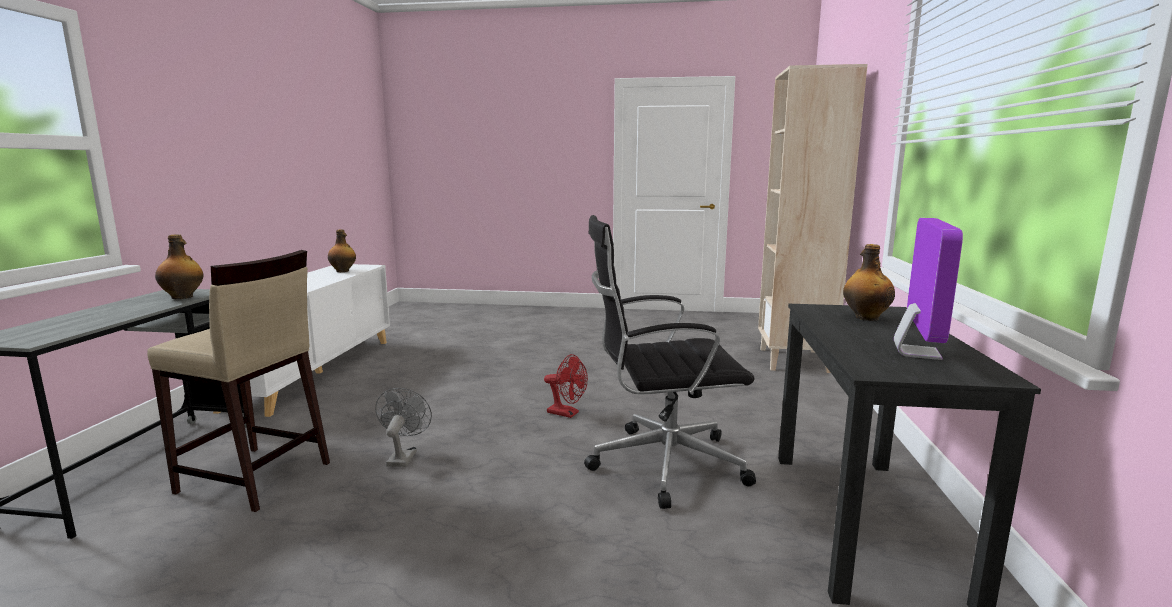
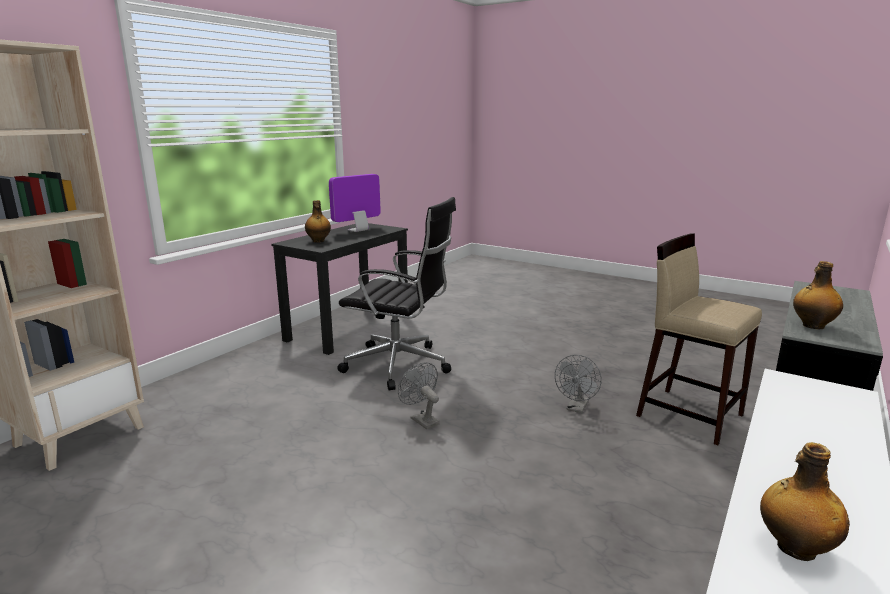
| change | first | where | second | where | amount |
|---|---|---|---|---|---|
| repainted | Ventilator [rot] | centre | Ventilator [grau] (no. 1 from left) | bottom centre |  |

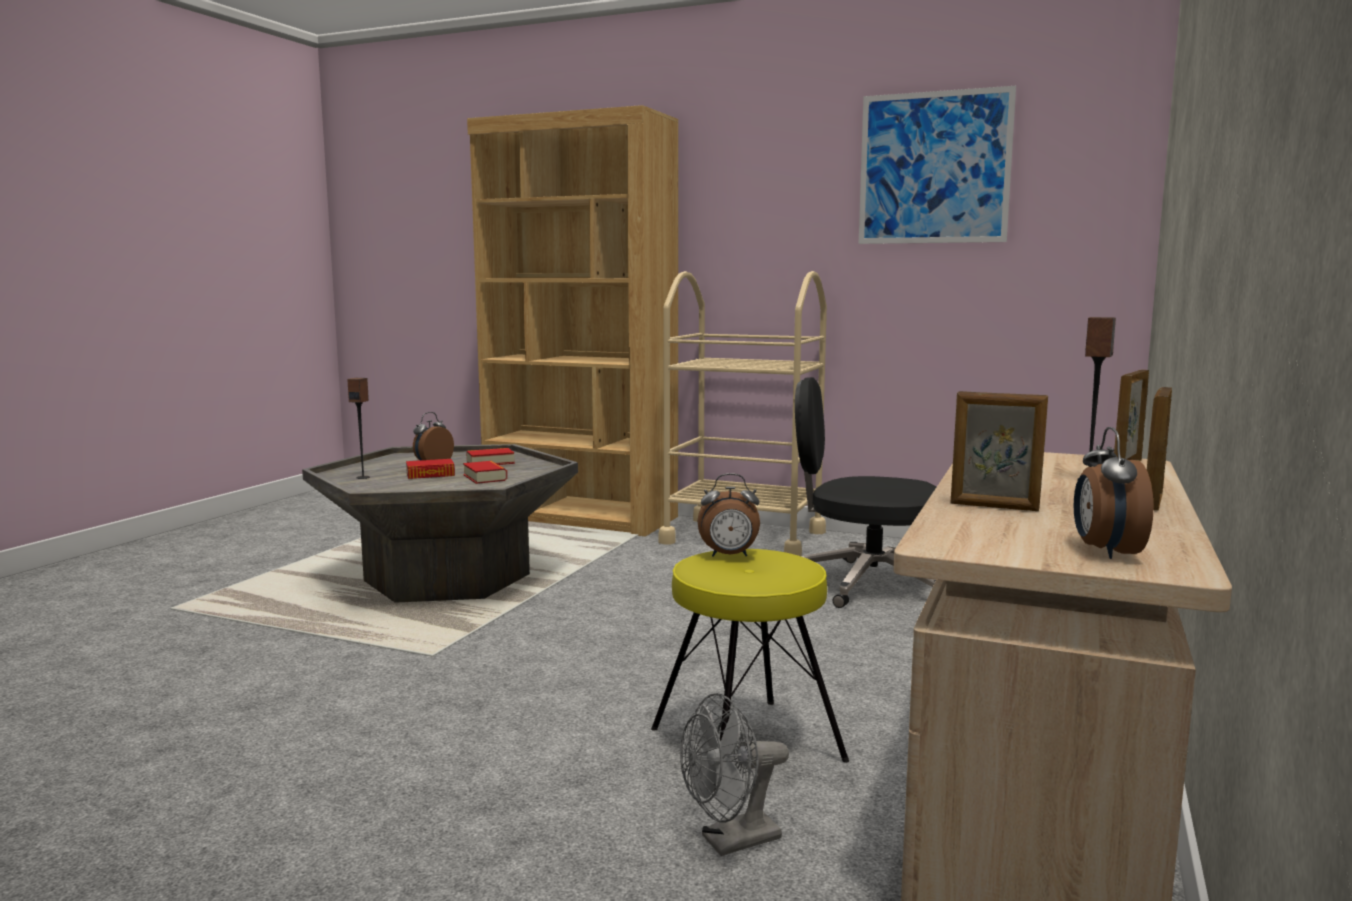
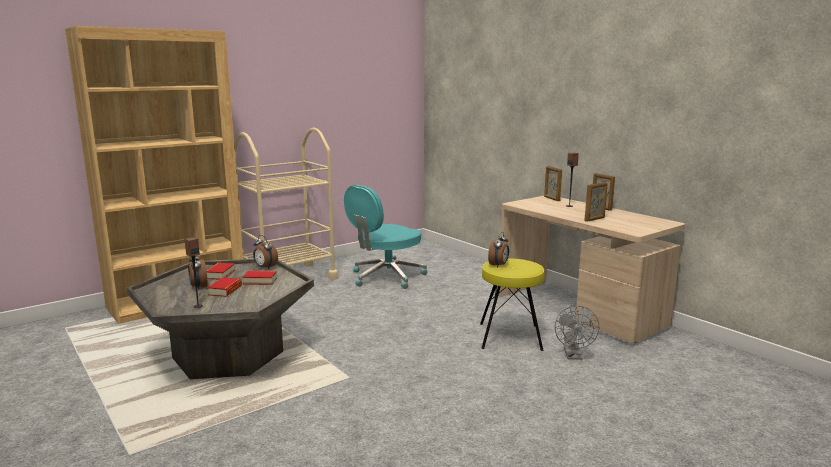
| change | first | where | second | where | amount |
|---|---|---|---|---|---|
| gone | Bild | top right |  |  |  |
| repainted | Bürostuhl [schwarz] | centre | Bürostuhl [türkis] | centre |  |
| shifted | Wecker (no. 3 from left in the first image) | middle right | Wecker (no. 2 from left) | middle left |  |

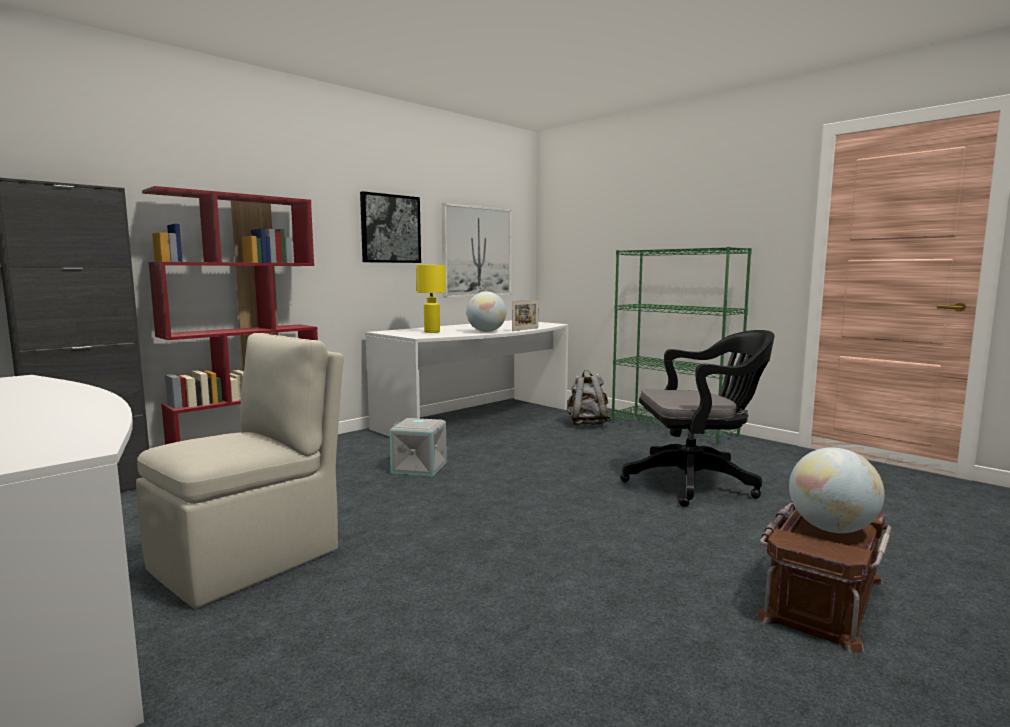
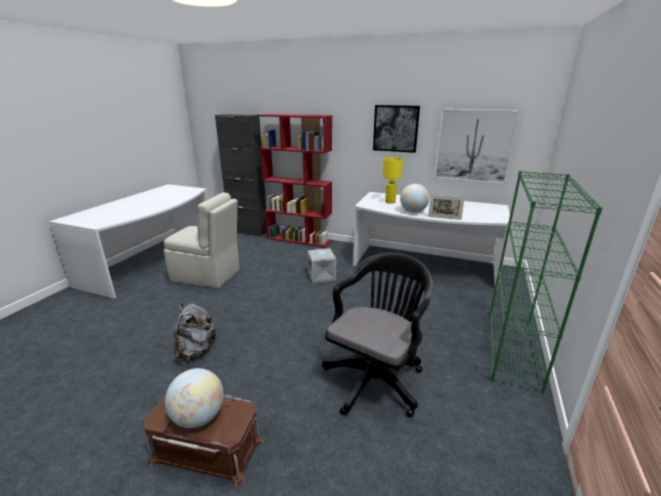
| change | first | where | second | where | amount |
|---|---|---|---|---|---|
| rotated | Bürostuhl [schwarz] | middle right |  | bottom centre | 120 degrees counterclockwise |
| shifted | Rucksack [grau] | centre |  | bottom left |  |

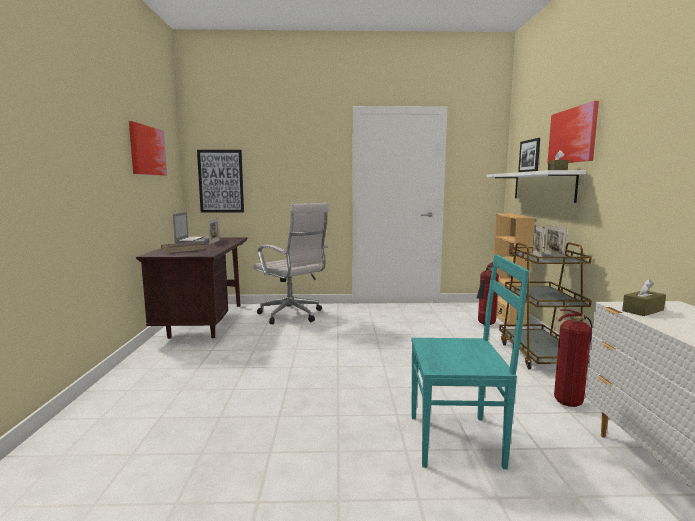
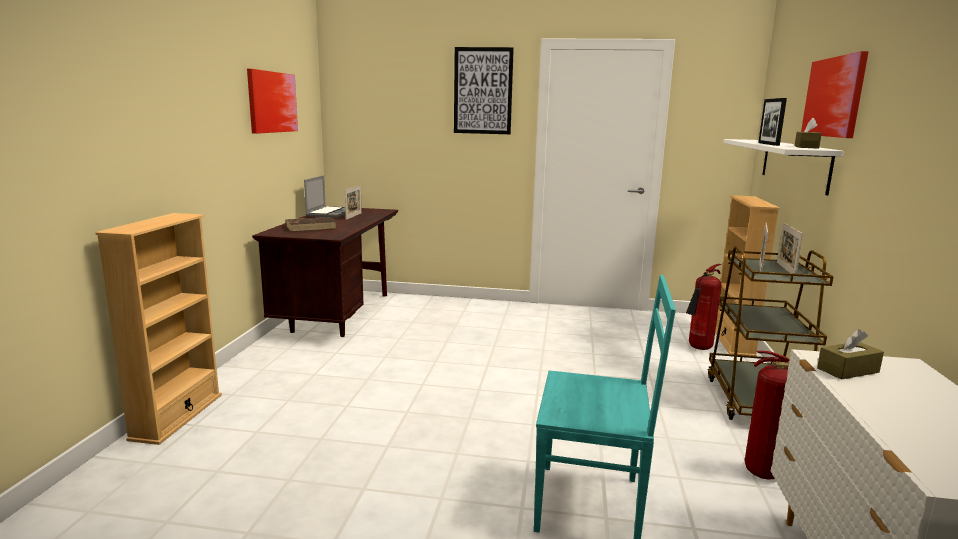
| change | first | where | second | where | amount |
|---|---|---|---|---|---|
| shifted | Bild (no. 2 from left) | middle left |  | top centre |  |
| gone | Bürostuhl [weiß] | centre |  |  |  |
| new |  |  | Bücherregal [beige] (no. 1 from left) | middle left |  |

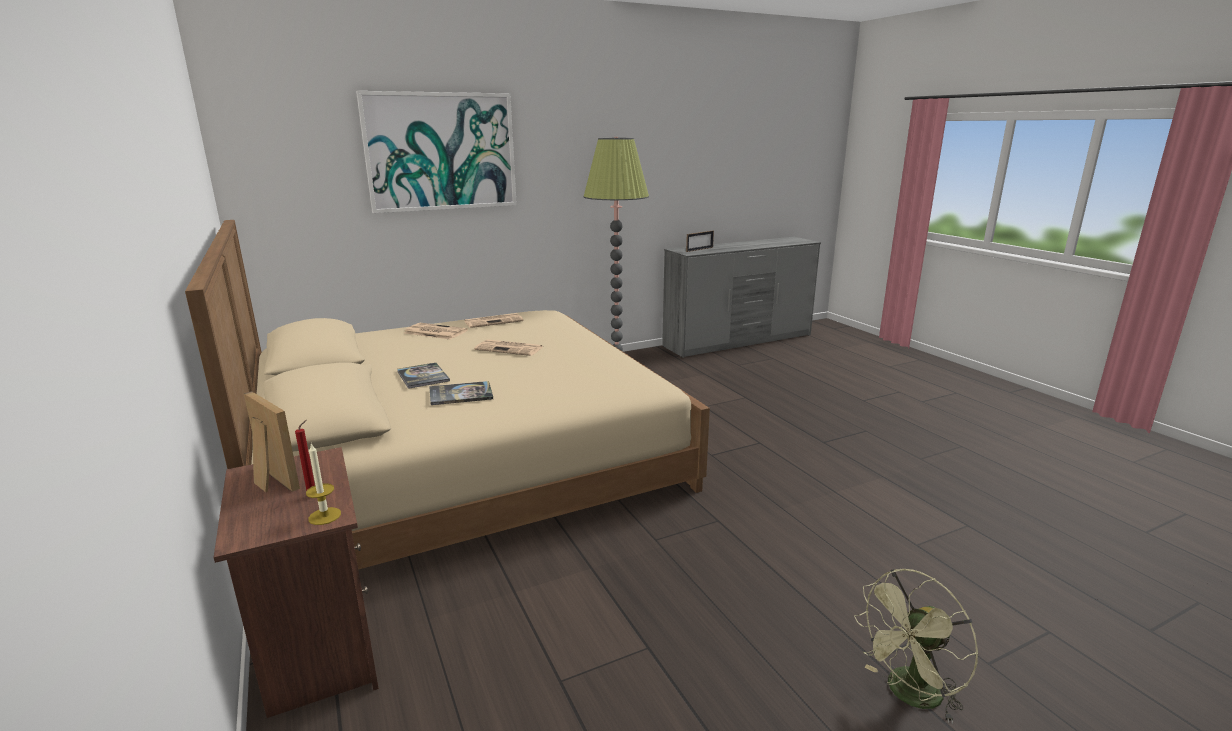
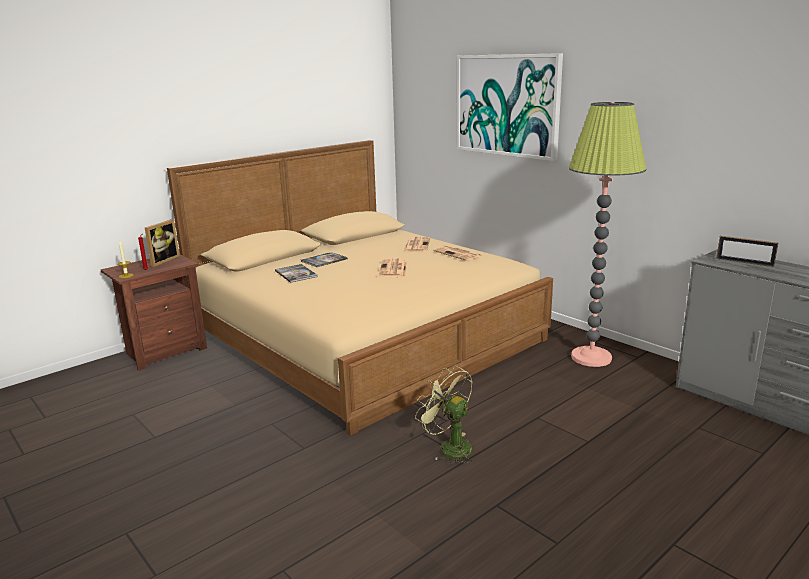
| change | first | where | second | where | amount |
|---|---|---|---|---|---|
| shifted | Ventilator [grün] | bottom right |  | bottom centre |  |

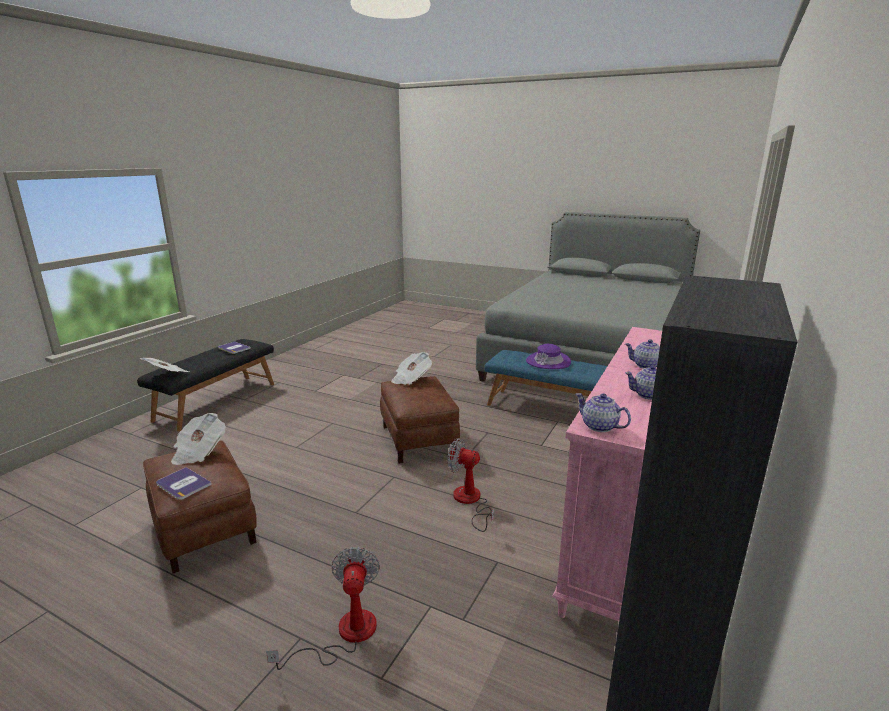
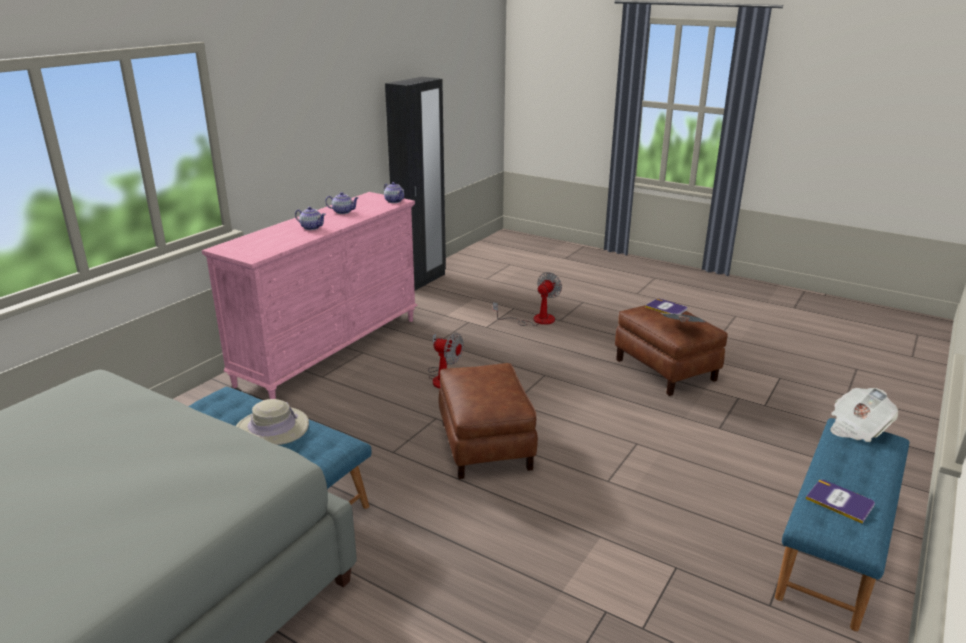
| change | first | where | second | where | amount |
|---|---|---|---|---|---|
| repainted | Bank [schwarz] | middle left | Bank [blau] (no. 2 from left) | bottom right |  |
| repainted | Hut [lila] | centre | Hut [beige] | middle left |  |
| gone | Zeitung (no. 3 from left) | centre |  |  |  |
| rotated | Ventilator (no. 1 from left in the first image) | bottom centre | Ventilator (no. 2 from left) | centre | 150 degrees counterclockwise |

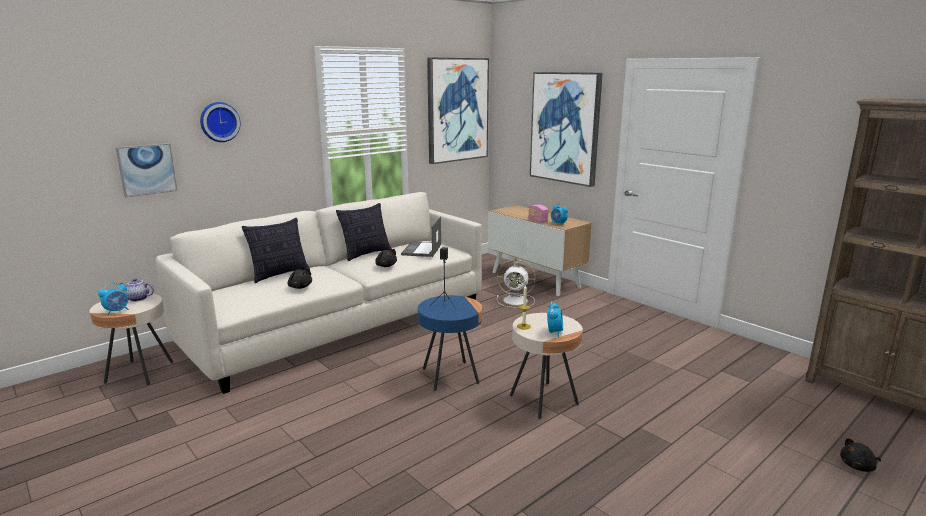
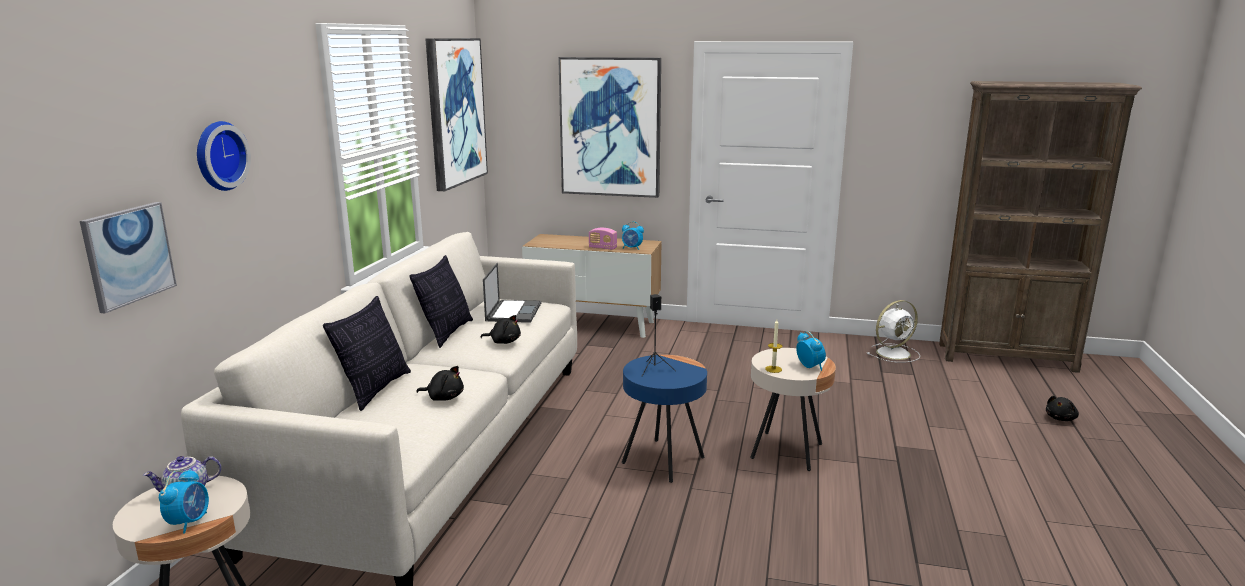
| change | first | where | second | where | amount |
|---|---|---|---|---|---|
| rotated | Laptop | centre |  | centre | 150 degrees counterclockwise |
| shifted | Ventilator [weiß] | centre |  | middle right |  |

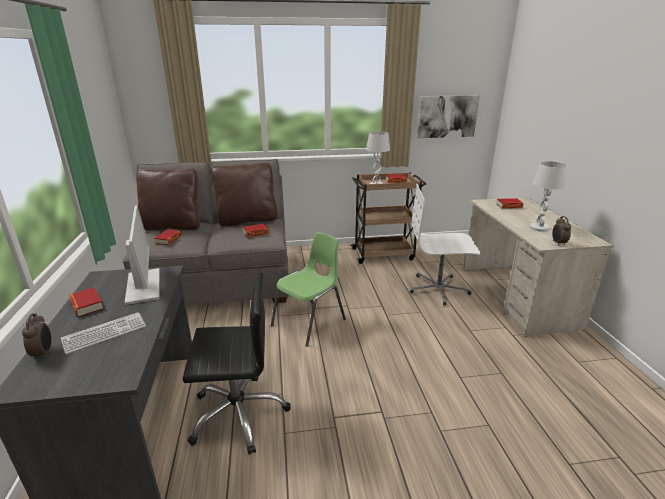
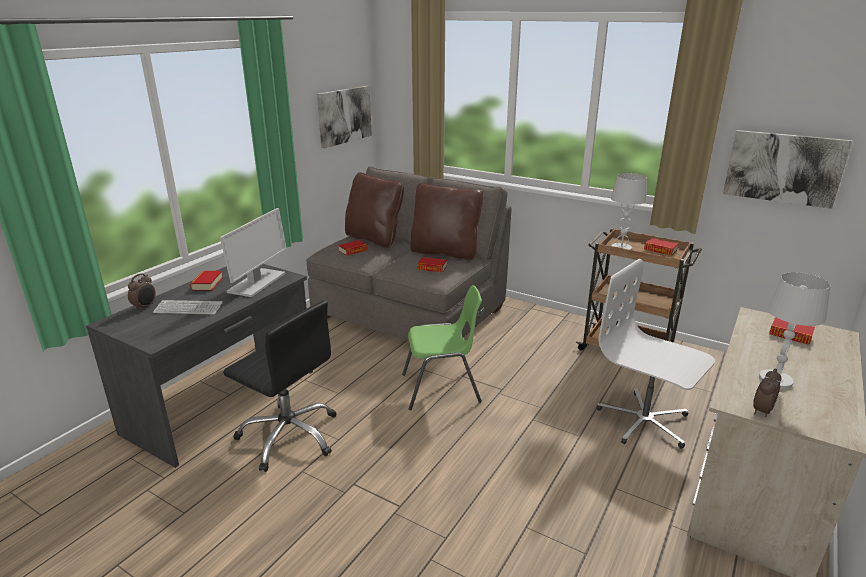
| change | first | where | second | where | amount |
|---|---|---|---|---|---|
| new |  |  | Bild (no. 1 from left) | top centre |  |

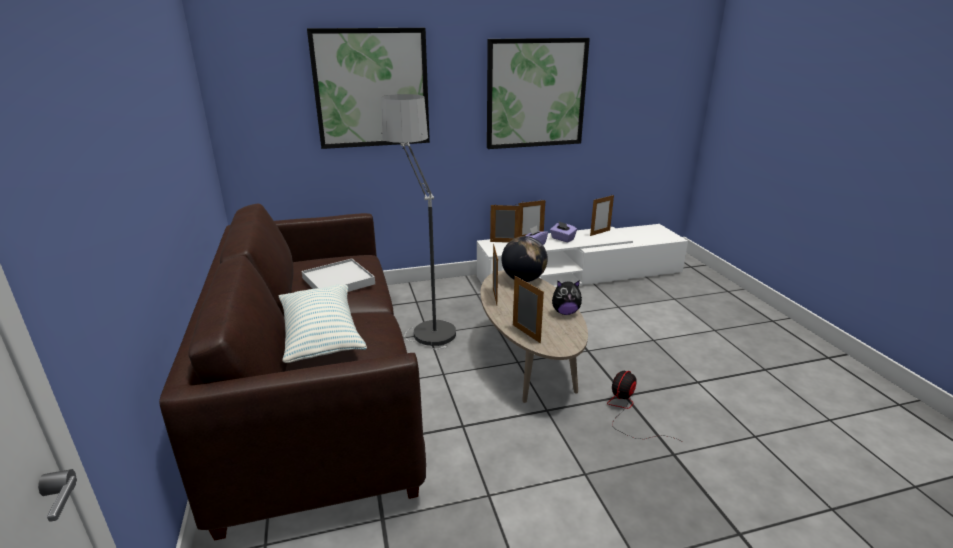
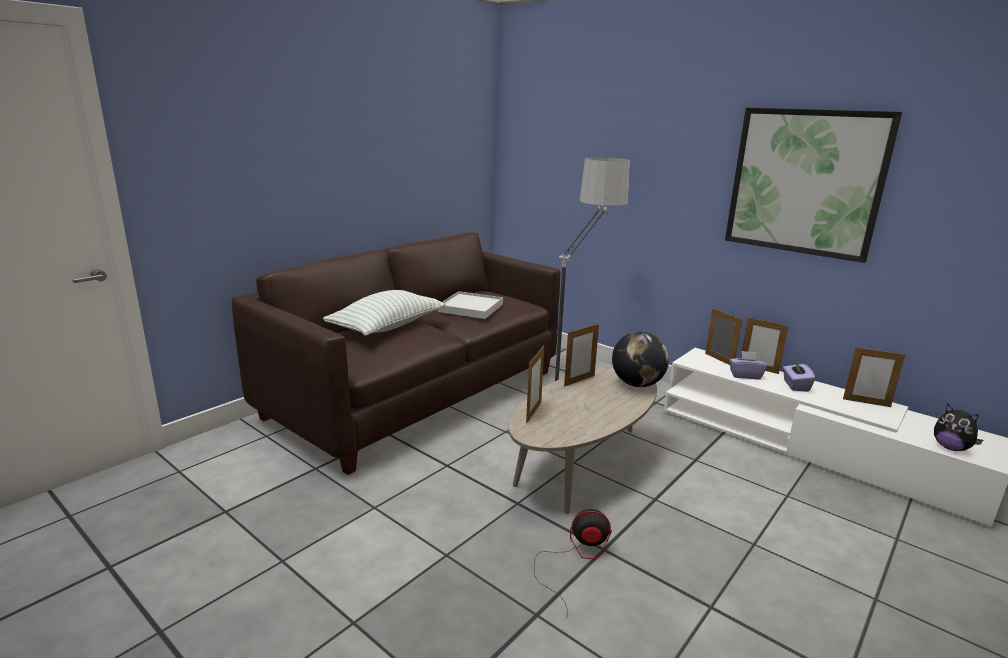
| change | first | where | second | where | amount |
|---|---|---|---|---|---|
| gone | Bild (no. 1 from left) | top centre |  |  |  |
| shifted | Plüschtier | centre |  | middle right |  |

